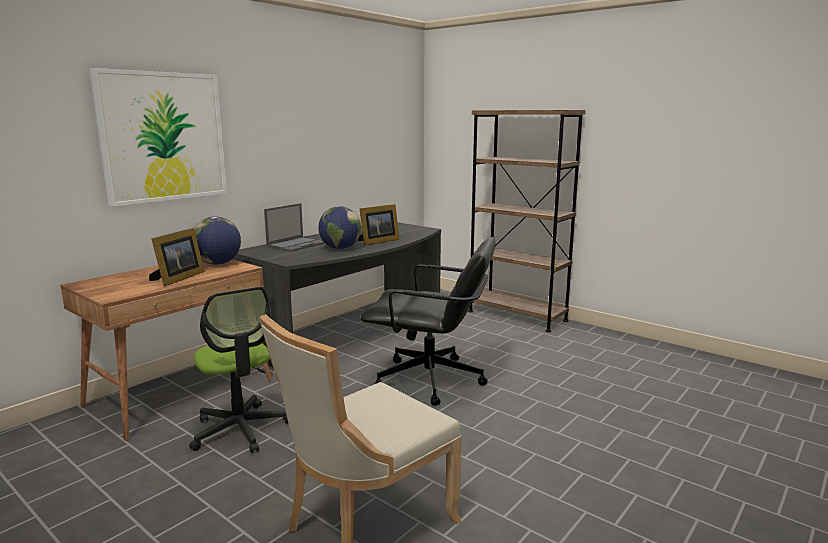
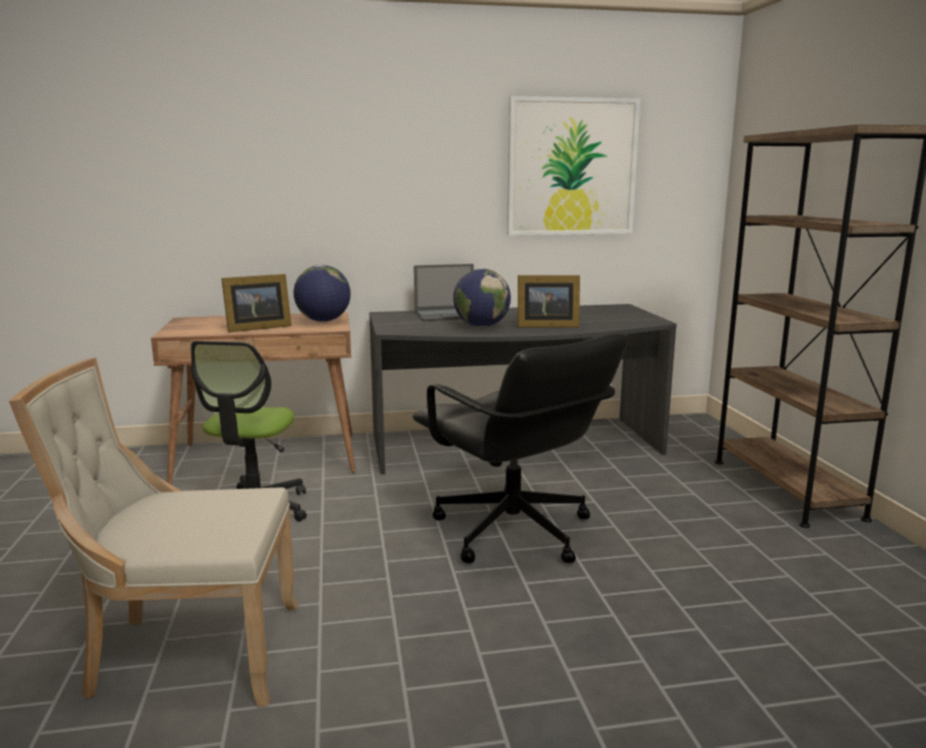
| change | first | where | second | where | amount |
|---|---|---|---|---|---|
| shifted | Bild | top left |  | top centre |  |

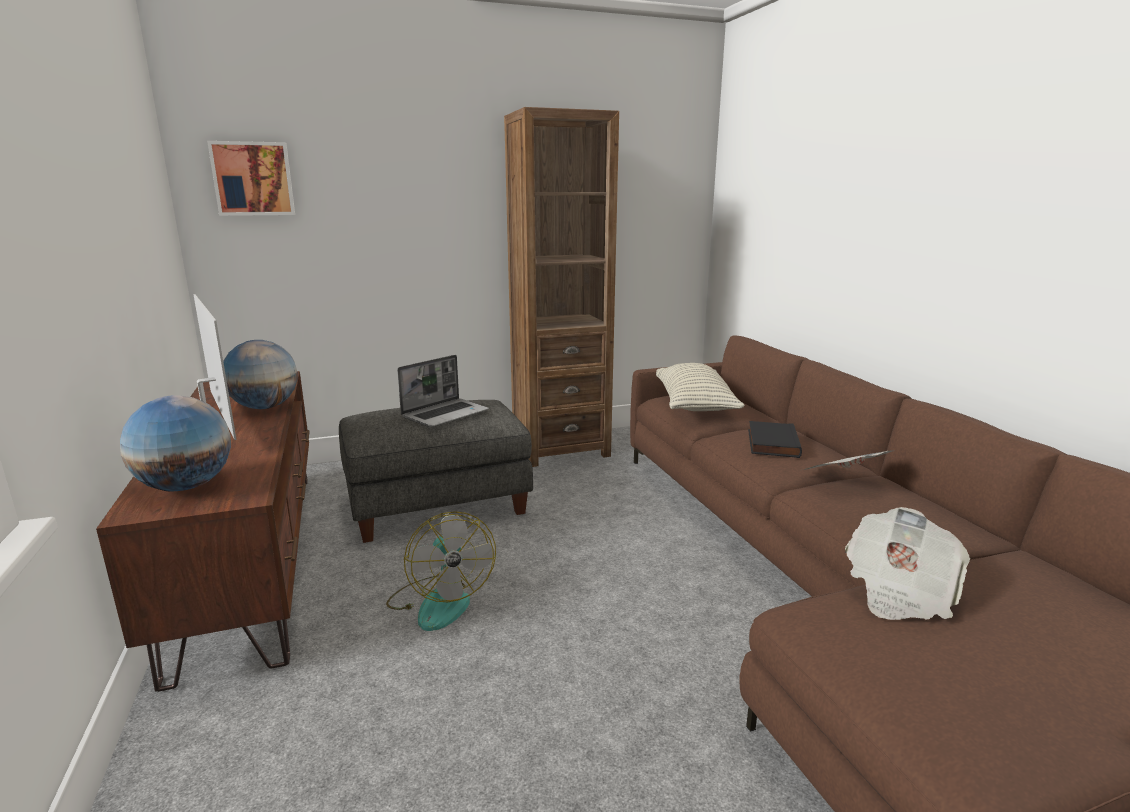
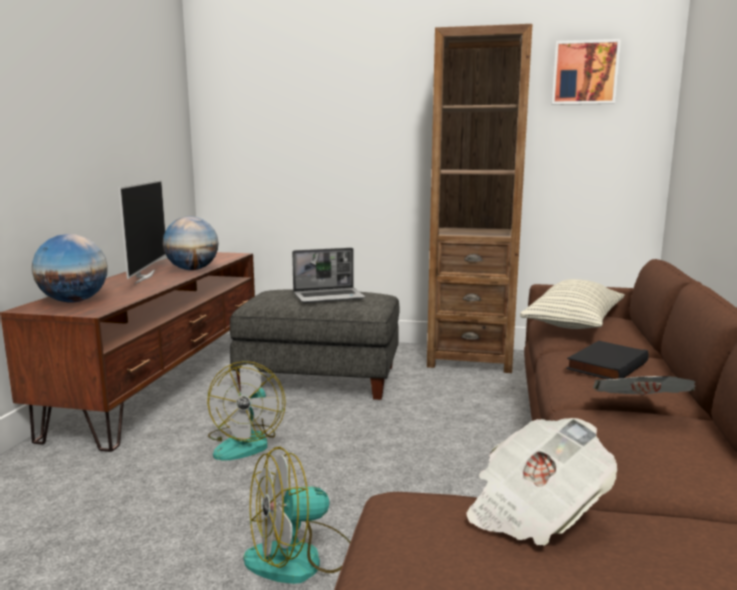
| change | first | where | second | where | amount |
|---|---|---|---|---|---|
| shifted | Bild | top left |  | top right |  |
| new |  |  | Ventilator (no. 2 from left) | bottom centre |  |

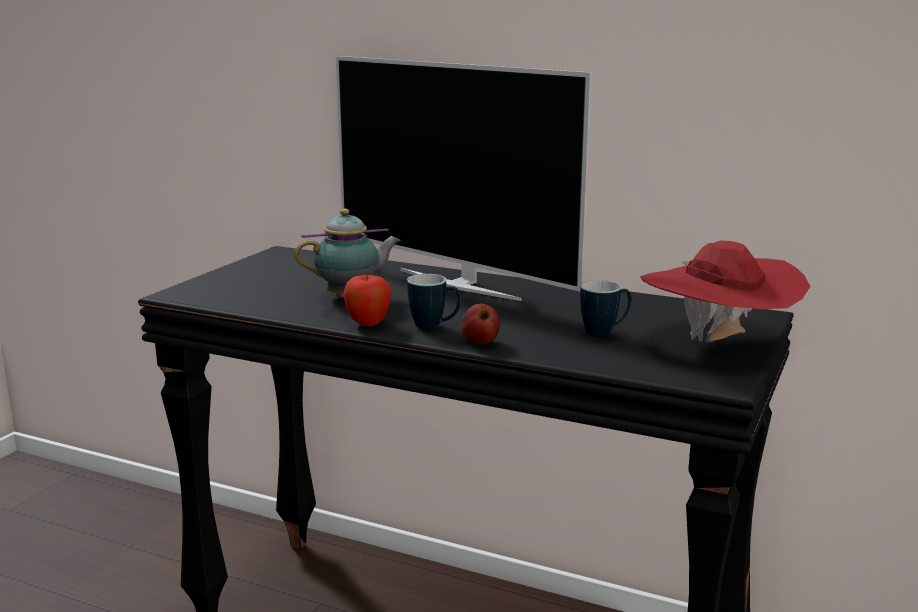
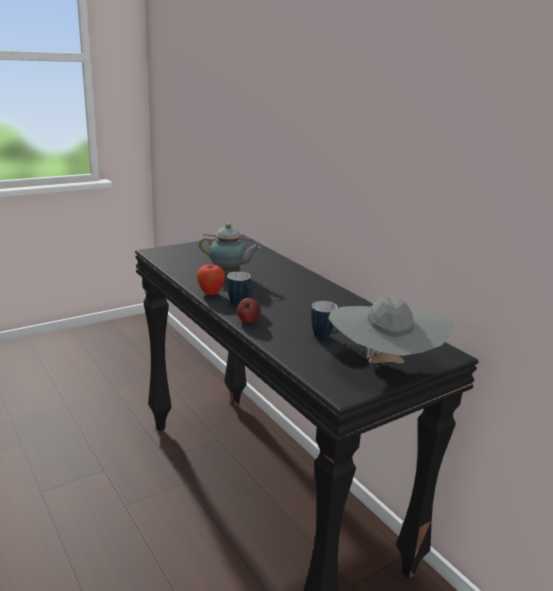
| change | first | where | second | where | amount |
|---|---|---|---|---|---|
| gone | Fernseher | top centre |  |  |  |
| repainted | Hut [rot] | middle right | Hut [grau] | middle right |  |

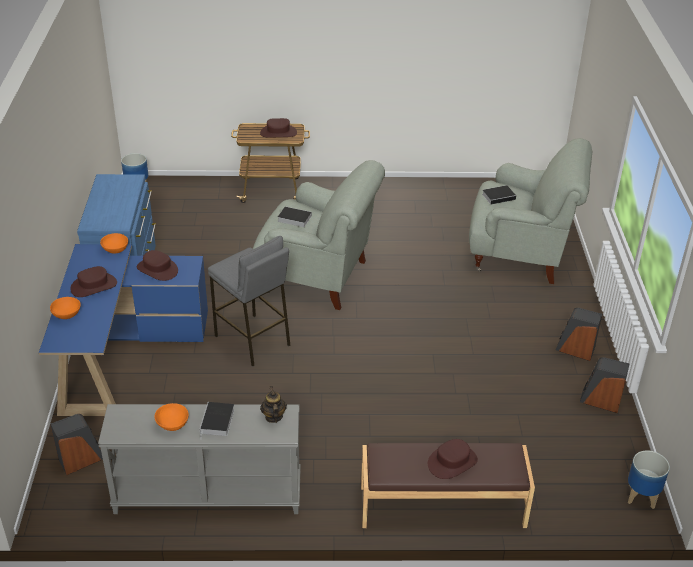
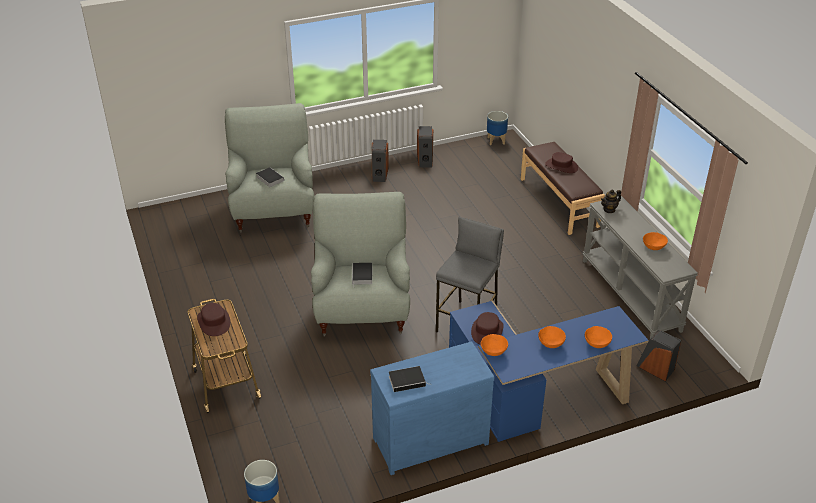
| change | first | where | second | where | amount |
|---|---|---|---|---|---|
| swapped | Hut [braun] (no. 1 from left) | middle left | Schüssel [orange] (no. 2 from left) | bottom right |  |
| shifted | Buch (no. 1 from left in the first image) | bottom left | Buch (no. 3 from left) | bottom centre |  |

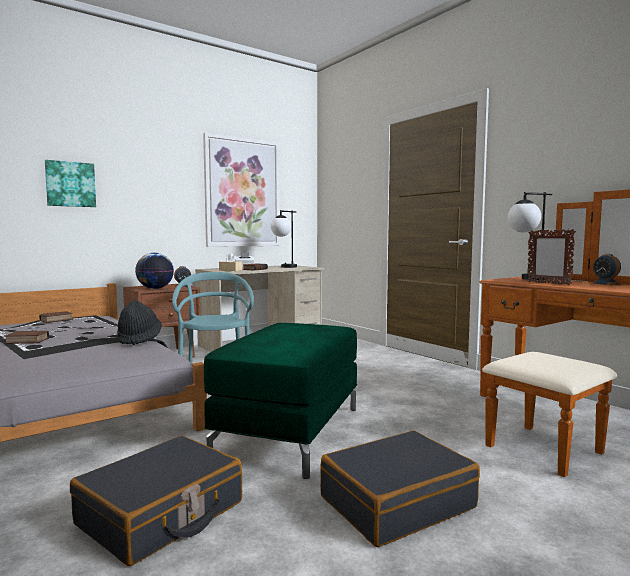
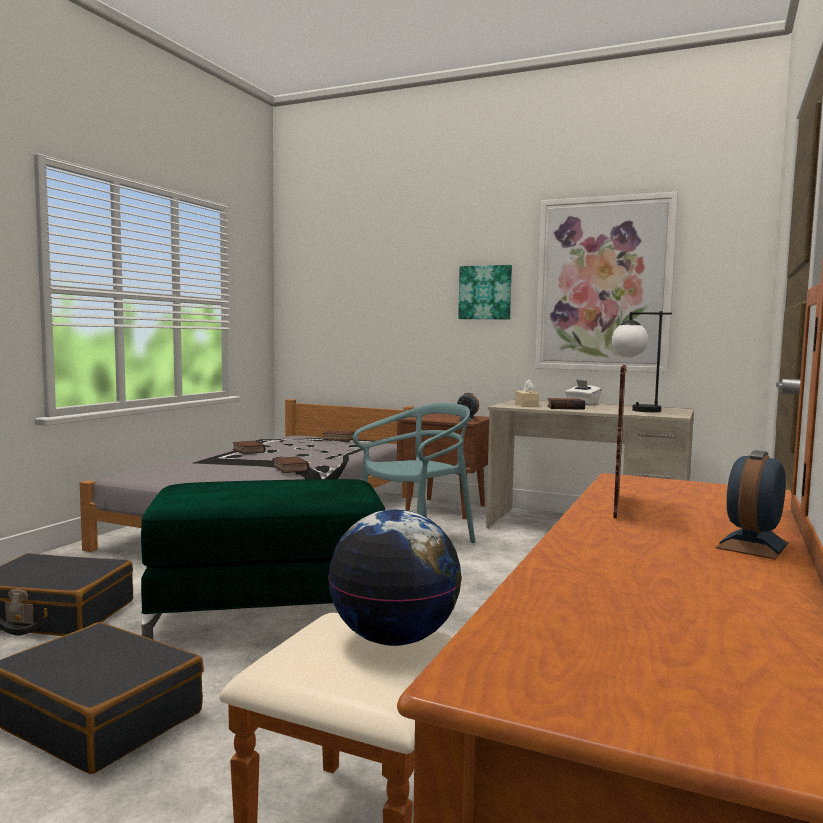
| change | first | where | second | where | amount |
|---|---|---|---|---|---|
| shifted | Bild (no. 1 from left) | top left |  | centre |  |
| gone | Tischlampe (no. 2 from left) | middle right |  |  |  |
| shifted | Globus | middle left |  | bottom centre |  |
| swapped | Hut [schwarz] | middle left | Buch (no. 2 from left) | centre |  |

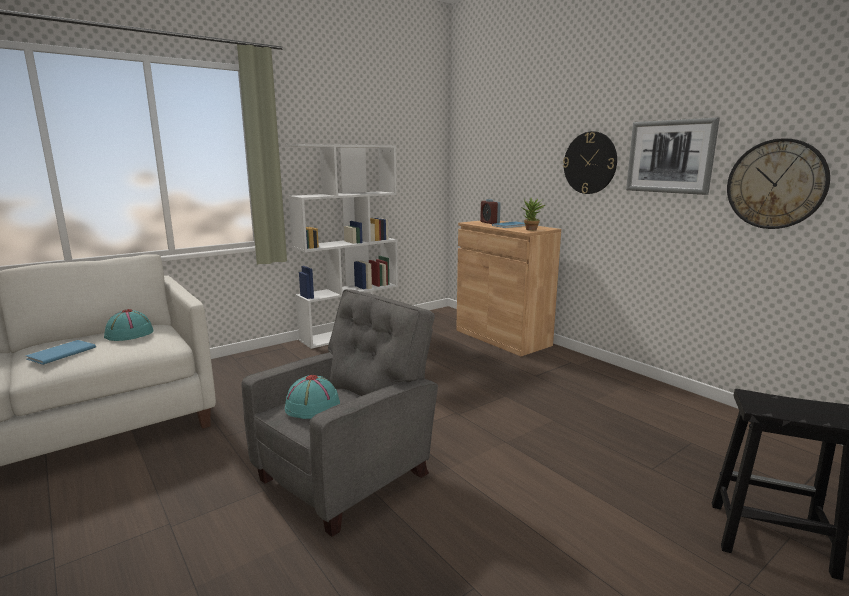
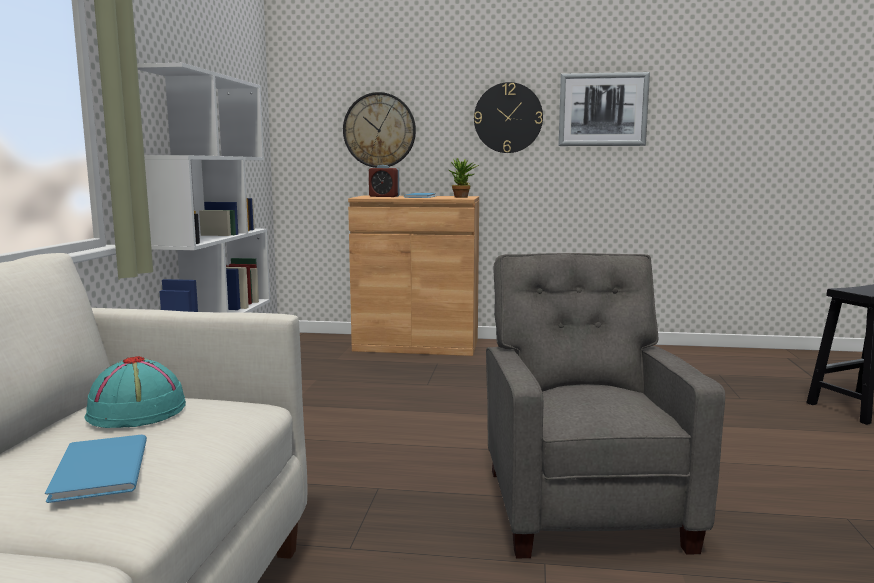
| change | first | where | second | where | amount |
|---|---|---|---|---|---|
| shifted | Wanduhr (no. 2 from left in the first image) | top right | Wanduhr (no. 1 from left) | top centre |  |
| gone | Hut [türkis] (no. 2 from left) | centre |  |  |  |

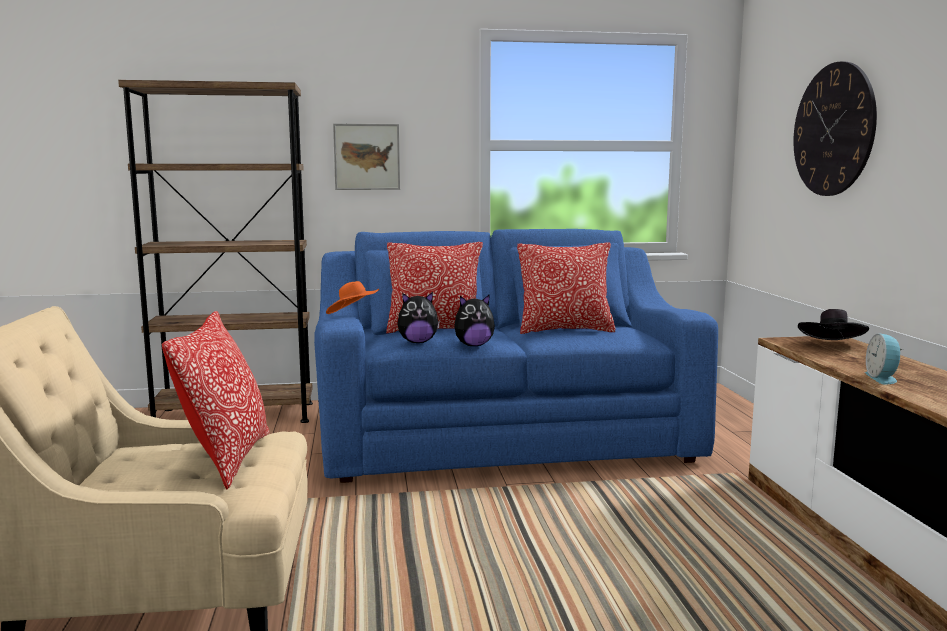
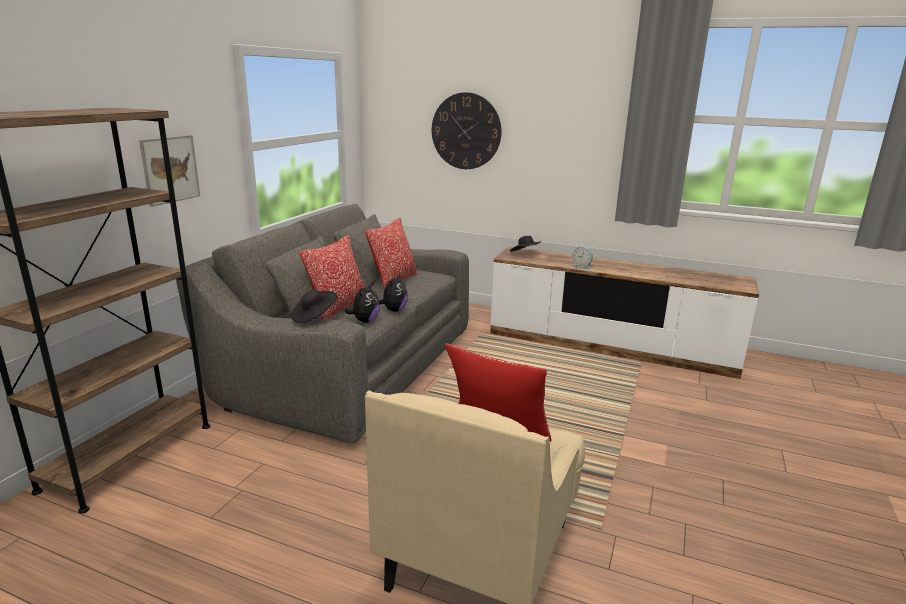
| change | first | where | second | where | amount |
|---|---|---|---|---|---|
| repainted | Sofa [blau] | centre | Sofa [grau] | centre |  |
| repainted | Hut [orange] | centre | Hut [schwarz] (no. 1 from left) | centre |  |

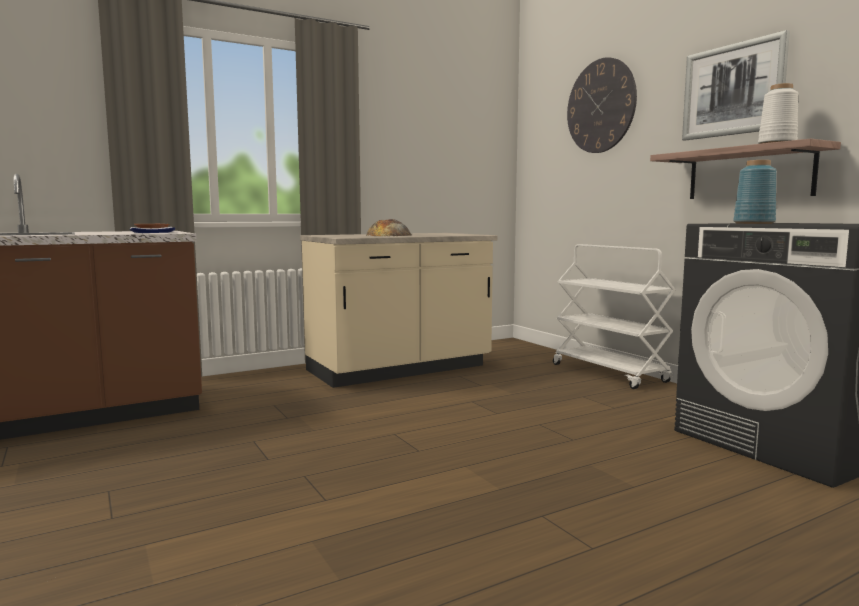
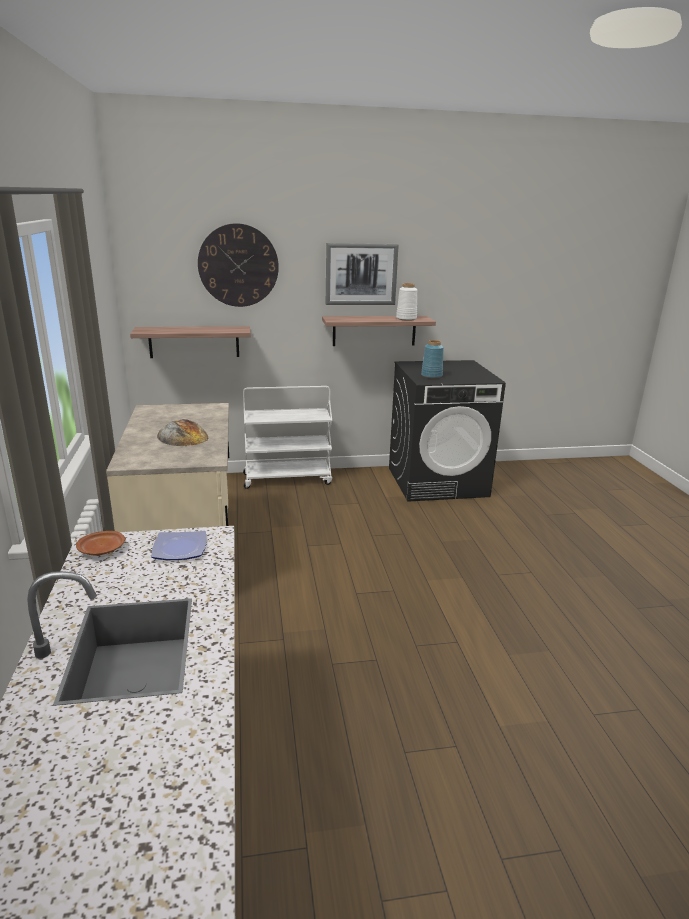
| change | first | where | second | where | amount |
|---|---|---|---|---|---|
| new |  |  | Wandregal (no. 1 from left) | middle left |  |

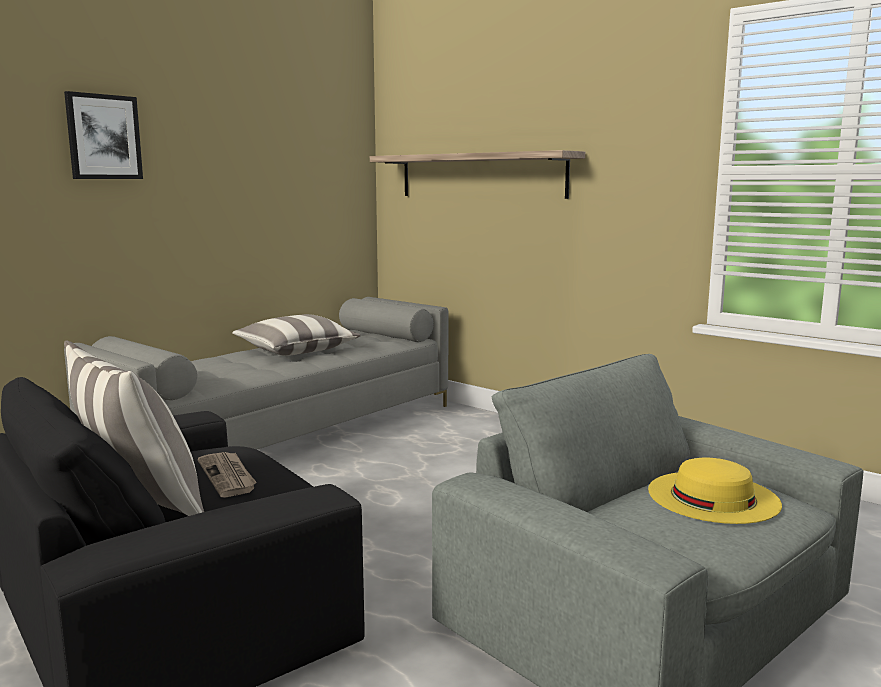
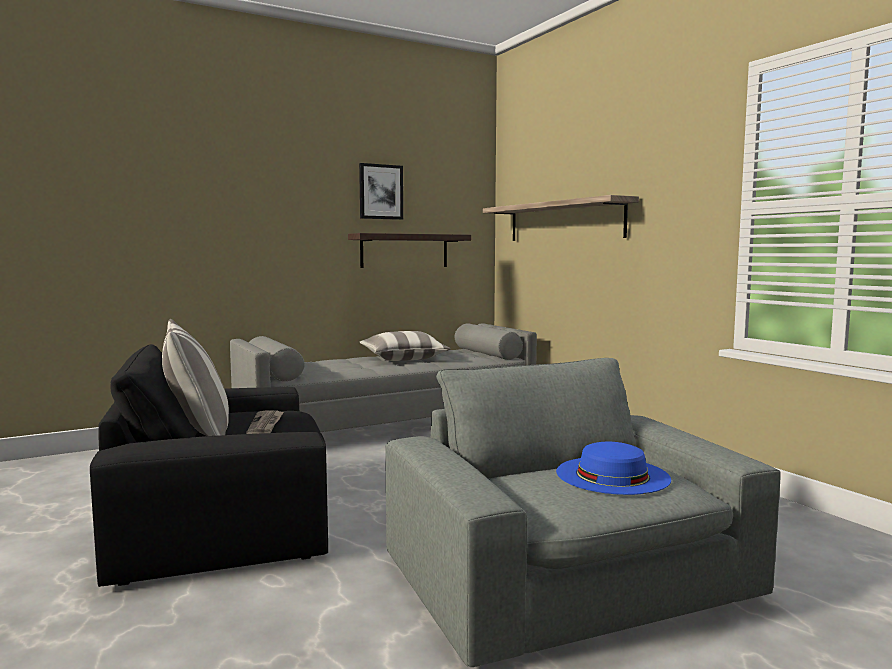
| change | first | where | second | where | amount |
|---|---|---|---|---|---|
| shifted | Bild | top left |  | top centre |  |
| repainted | Hut [gelb] | bottom right | Hut [blau] | bottom right |  |
| new |  |  | Wandregal (no. 1 from left) | centre |  |

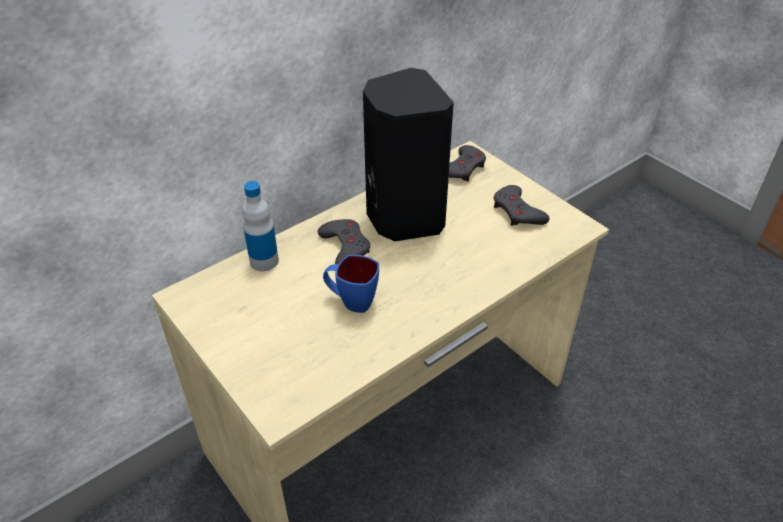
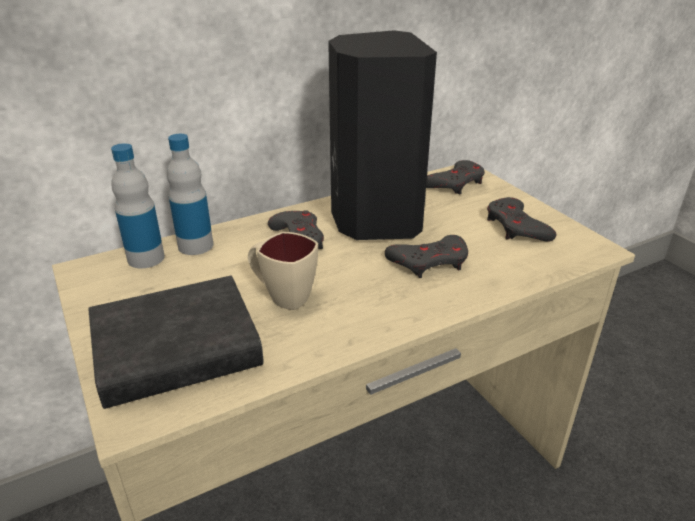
| change | first | where | second | where | amount |
|---|---|---|---|---|---|
| repainted | Henkelbecher [blau] | centre | Henkelbecher [beige] | centre |  |
| new |  |  | Flasche (no. 1 from left) | middle left |  |
| new |  |  | Gamepad [grau] (no. 2 from left) | centre |  |
| new |  |  | Buch [schwarz] | middle left |  |

